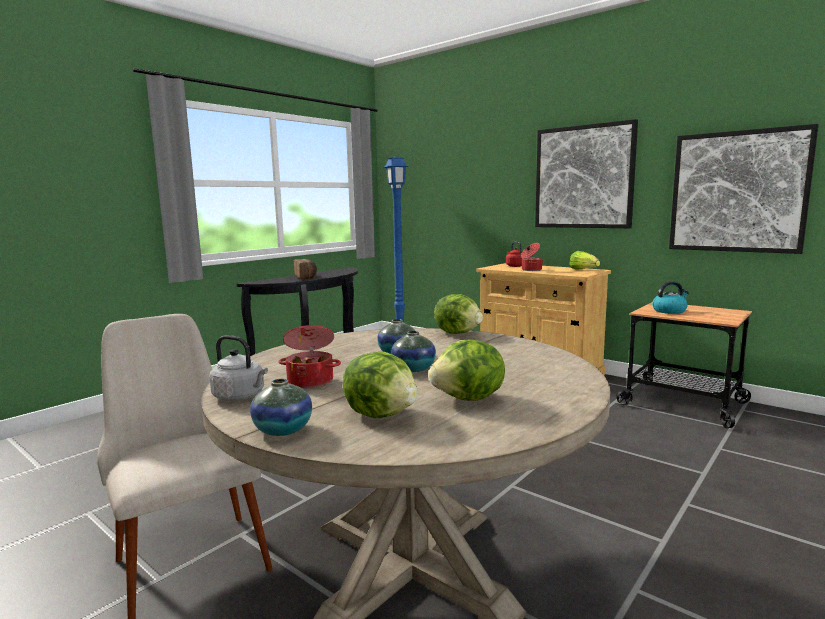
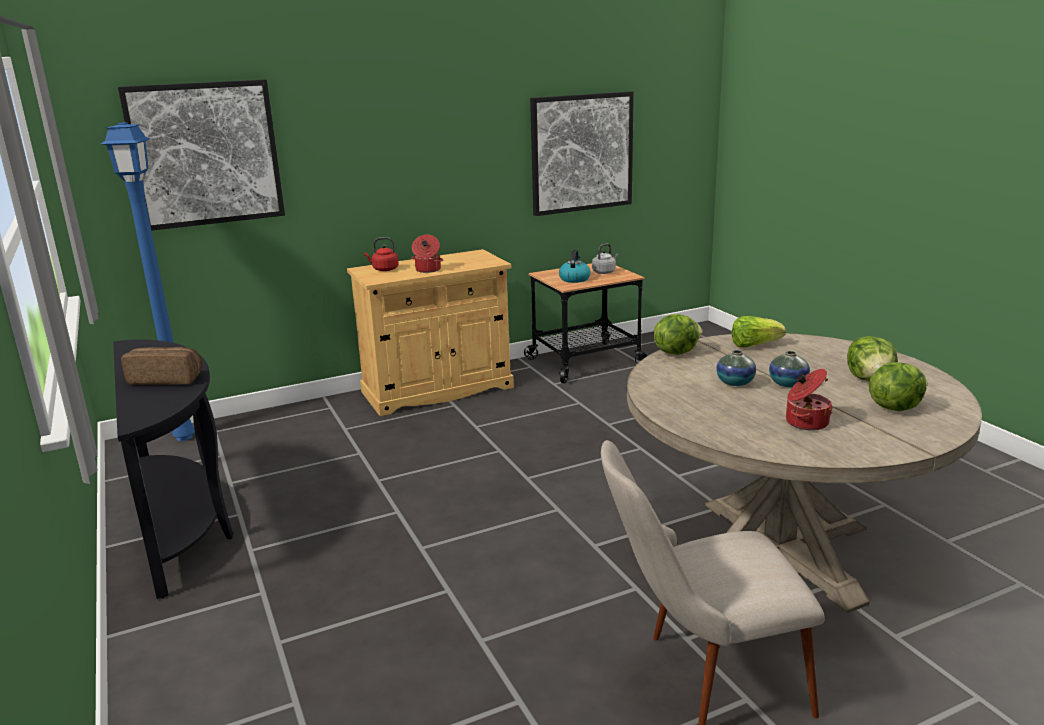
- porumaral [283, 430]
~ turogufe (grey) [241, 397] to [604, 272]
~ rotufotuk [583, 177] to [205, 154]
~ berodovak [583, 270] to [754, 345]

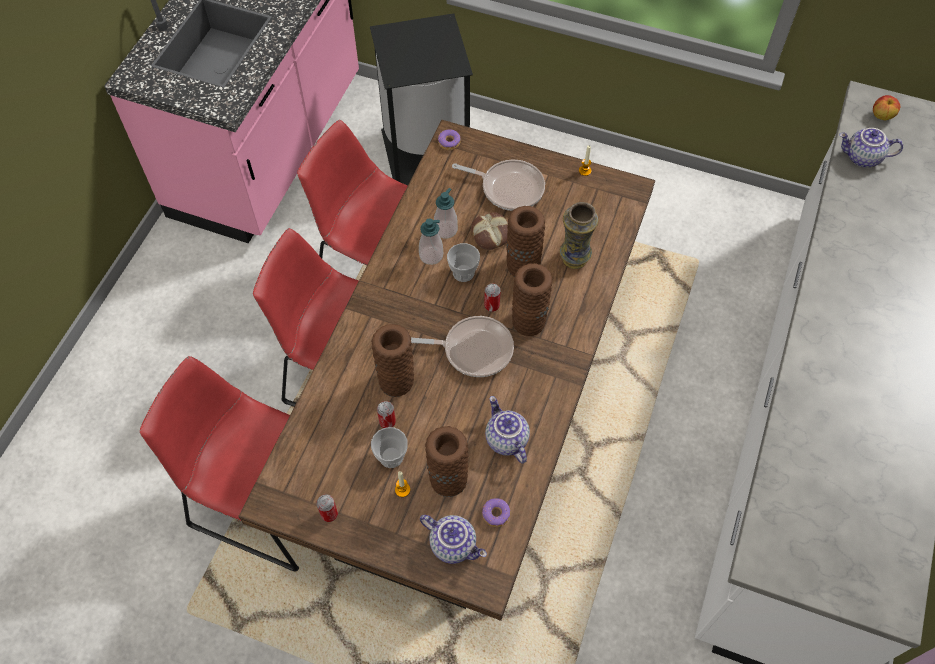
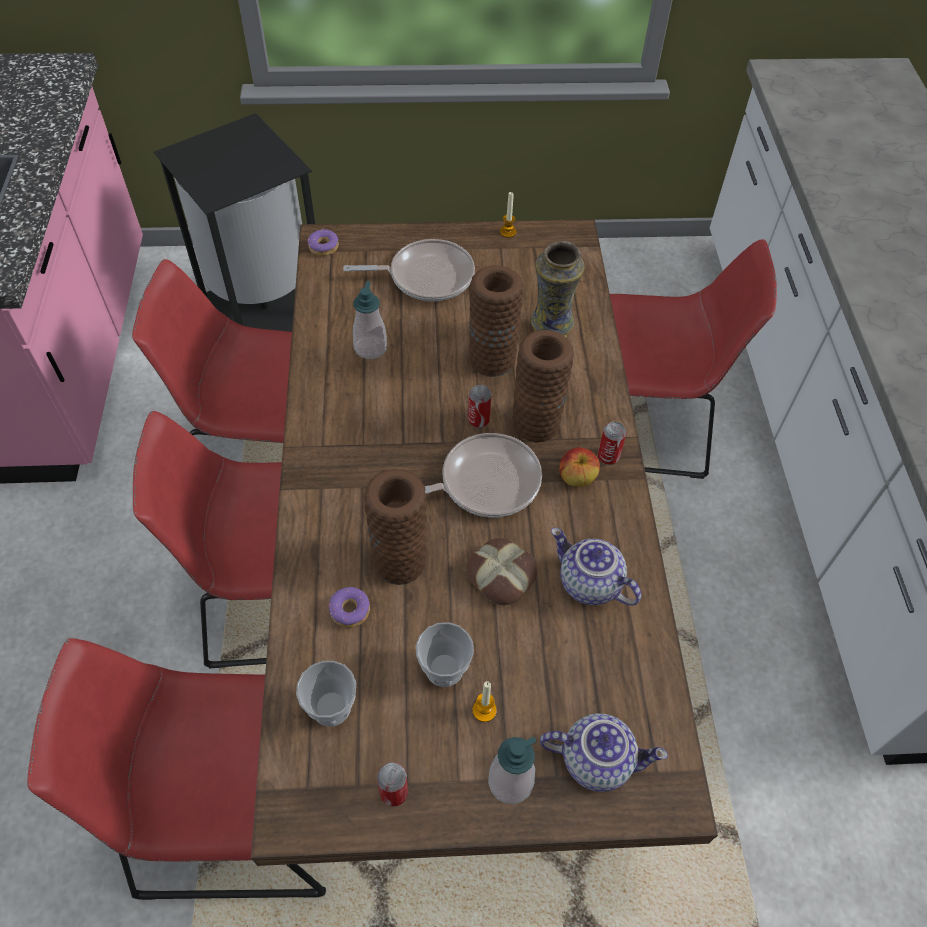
- porumaral (brown) [448, 479]
- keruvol [862, 158]
+ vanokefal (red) [643, 424]
~ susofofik [387, 422] to [608, 457]
~ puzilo [431, 255] to [510, 782]
~ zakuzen [463, 272] to [331, 707]
~ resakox [491, 234] to [502, 575]
~ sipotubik [496, 514] to [350, 611]
~ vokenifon [881, 116] to [576, 478]

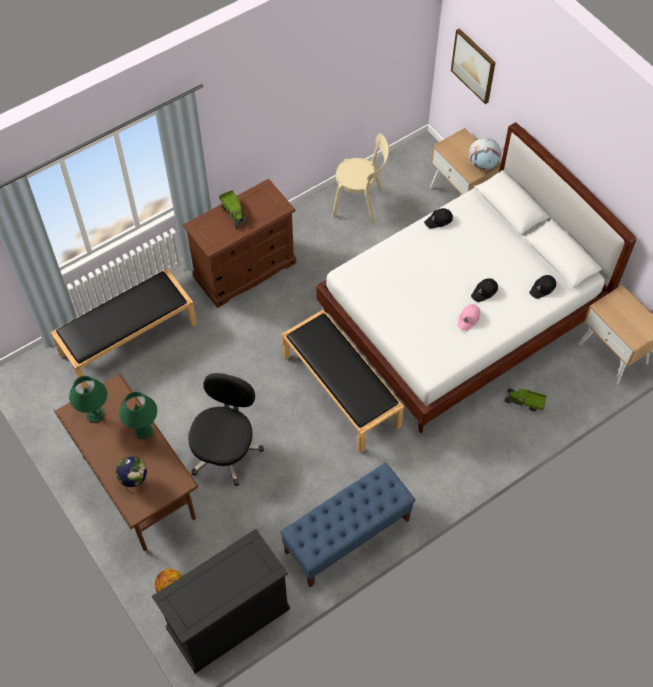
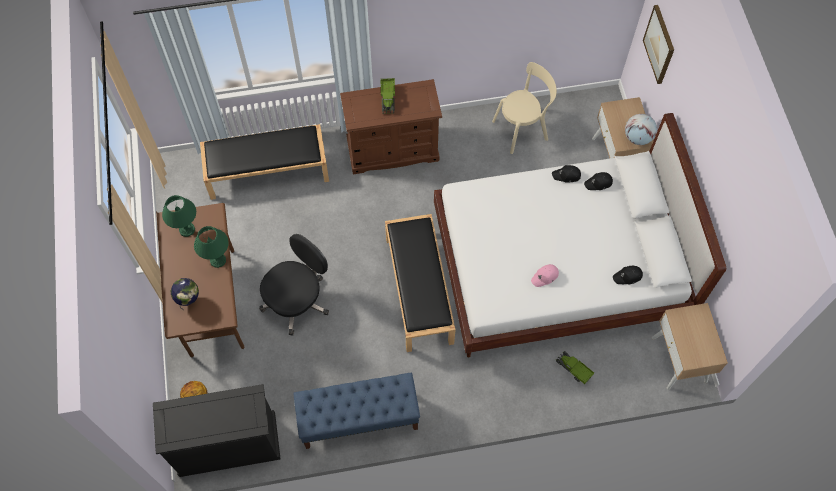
~ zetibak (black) [484, 292] to [598, 183]
~ vanokefal (beige) [360, 203] = [522, 129] 60 degrees counterclockwise

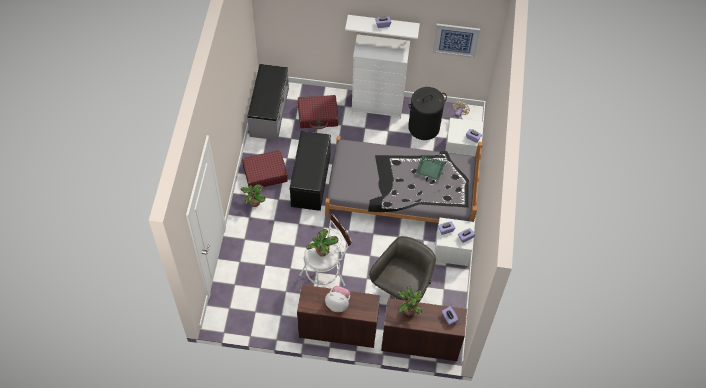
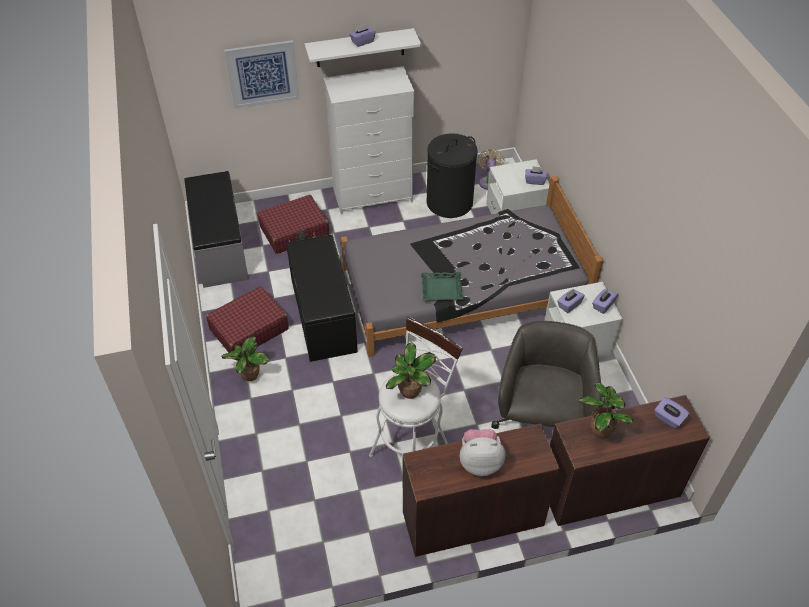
~ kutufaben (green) [430, 169] to [441, 289]
~ rotufotuk [456, 40] to [262, 74]

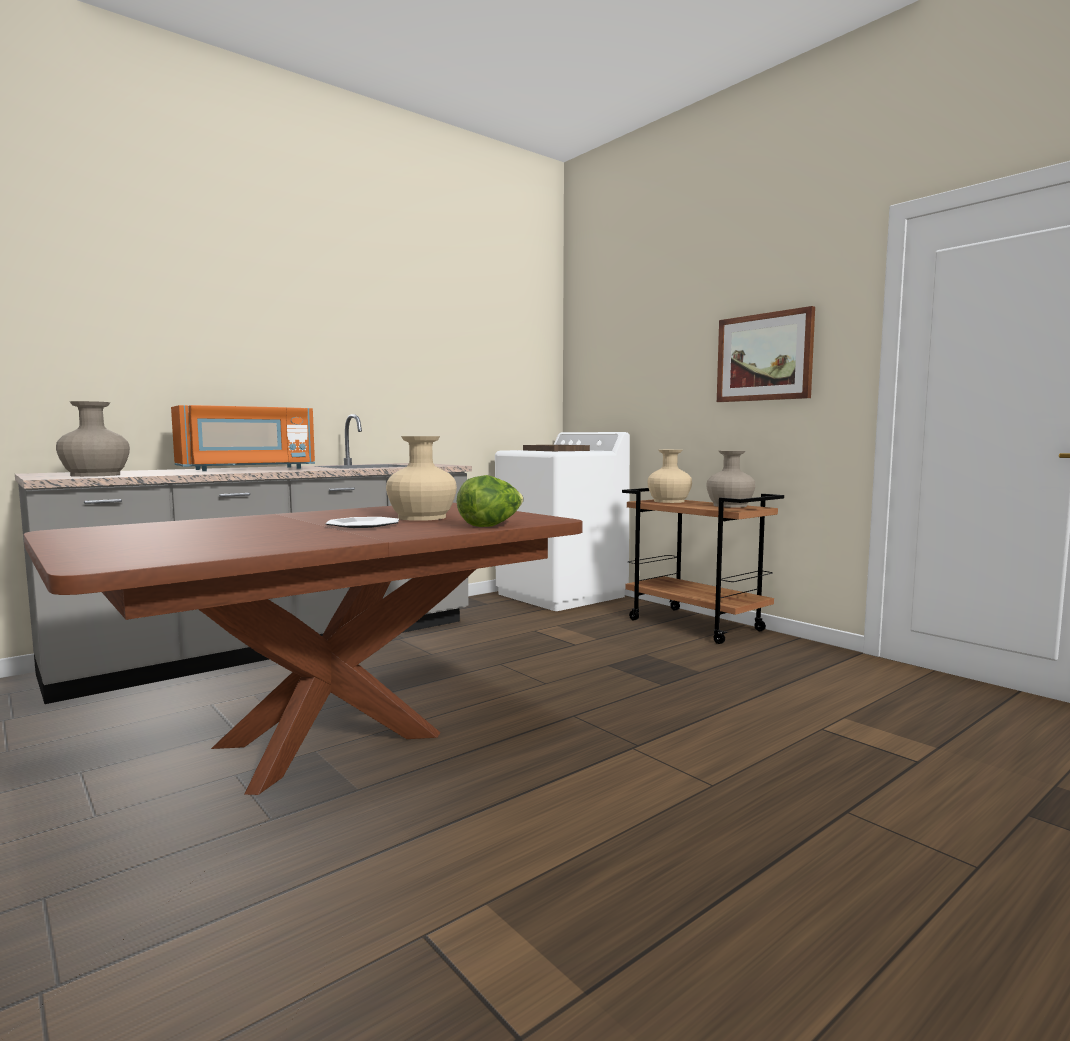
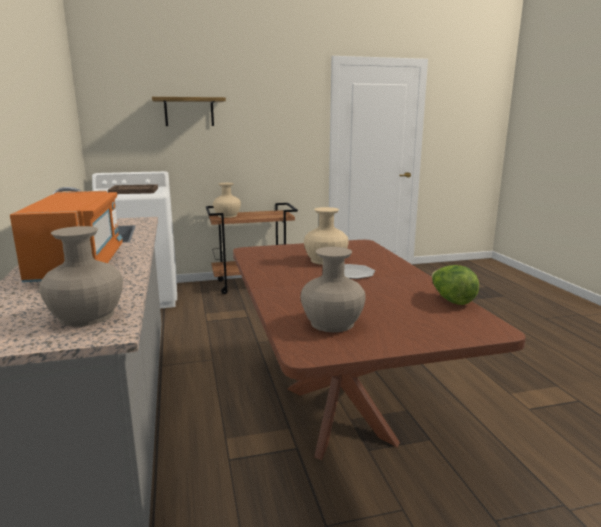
- rotufotuk [764, 357]
+ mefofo [189, 112]
~ berodovak [491, 526] to [451, 300]
~ porumaral (beige) [730, 505] to [332, 323]

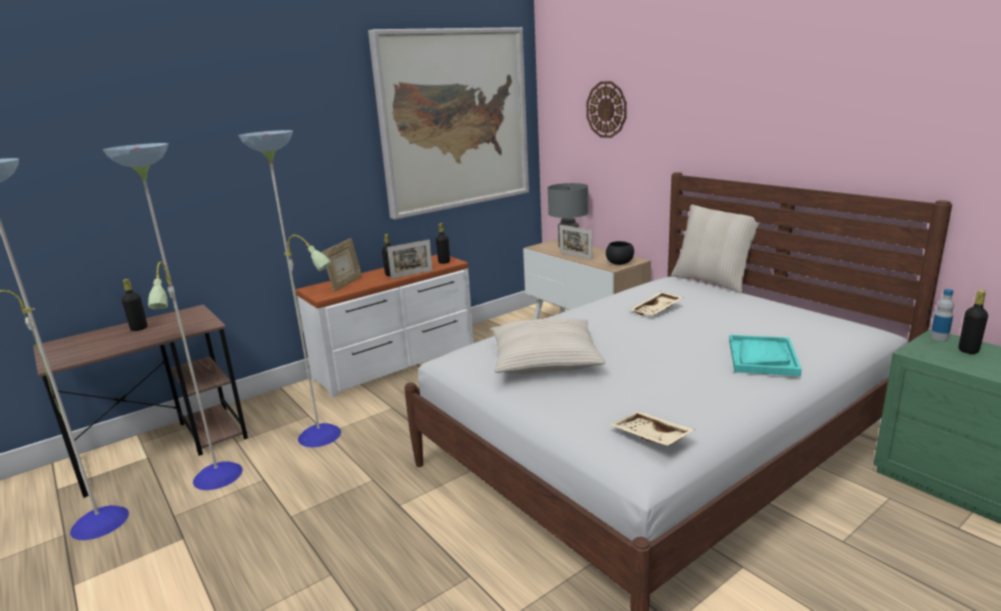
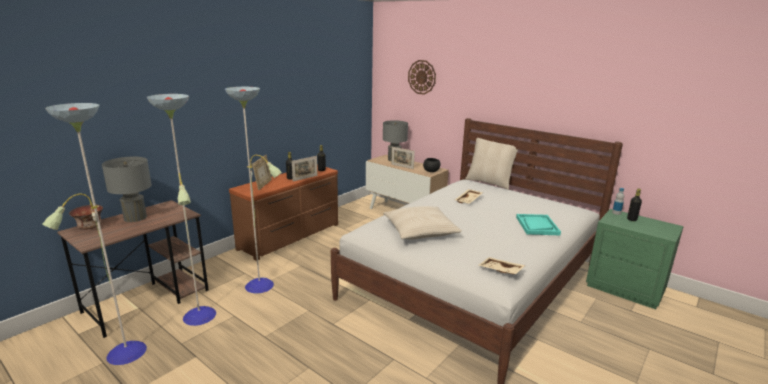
- rotufotuk [454, 120]
+ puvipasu [90, 227]
~ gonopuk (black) [139, 328] to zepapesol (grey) [135, 217]
~ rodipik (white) [397, 363] to rodipik (brown) [291, 236]

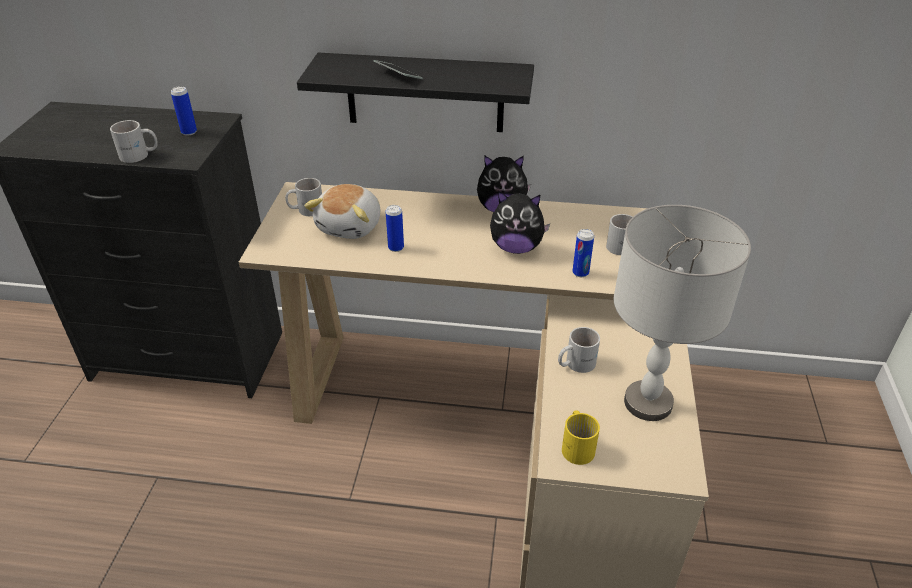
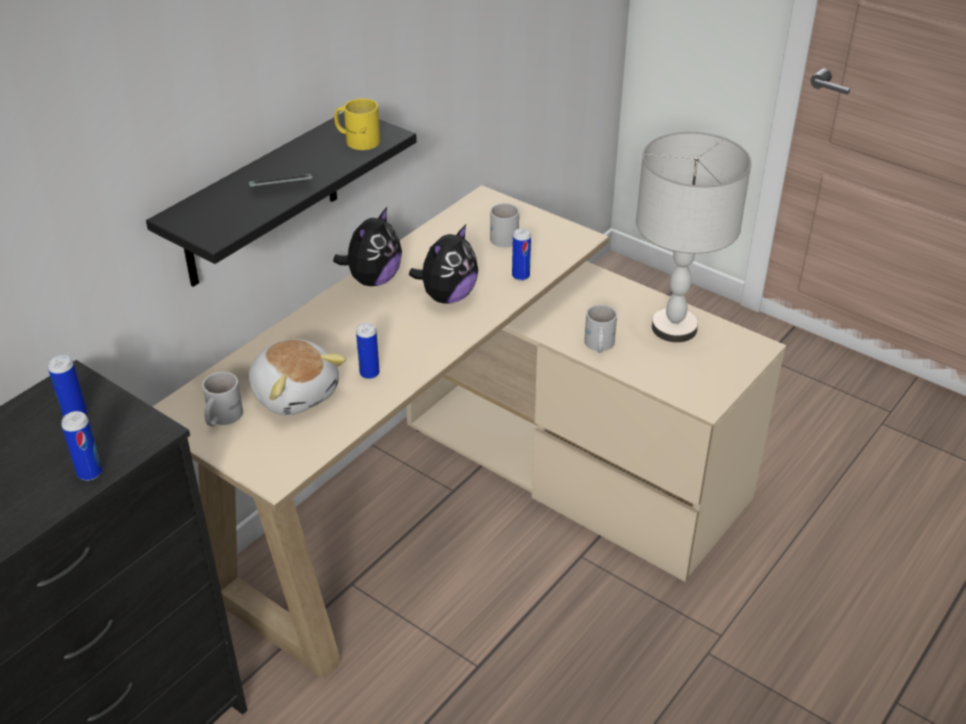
~ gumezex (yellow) [578, 445] to [358, 139]
~ gumezex (white) [139, 155] to susofofik [90, 473]

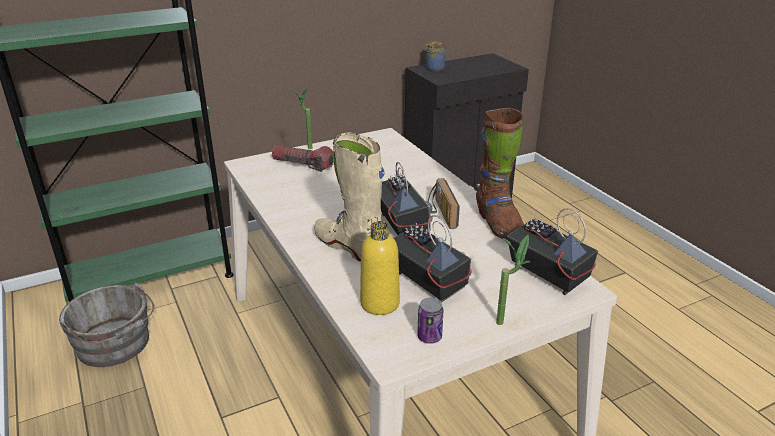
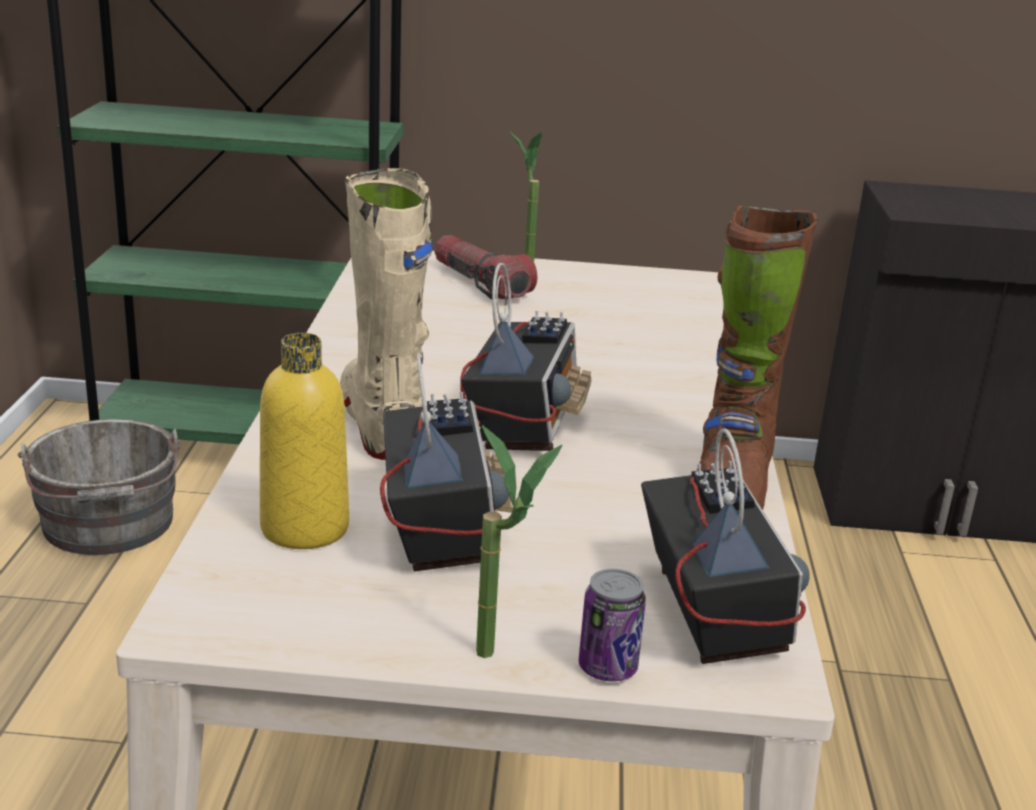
- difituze [434, 68]
- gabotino [440, 213]
~ susofofik [429, 337] to [607, 667]

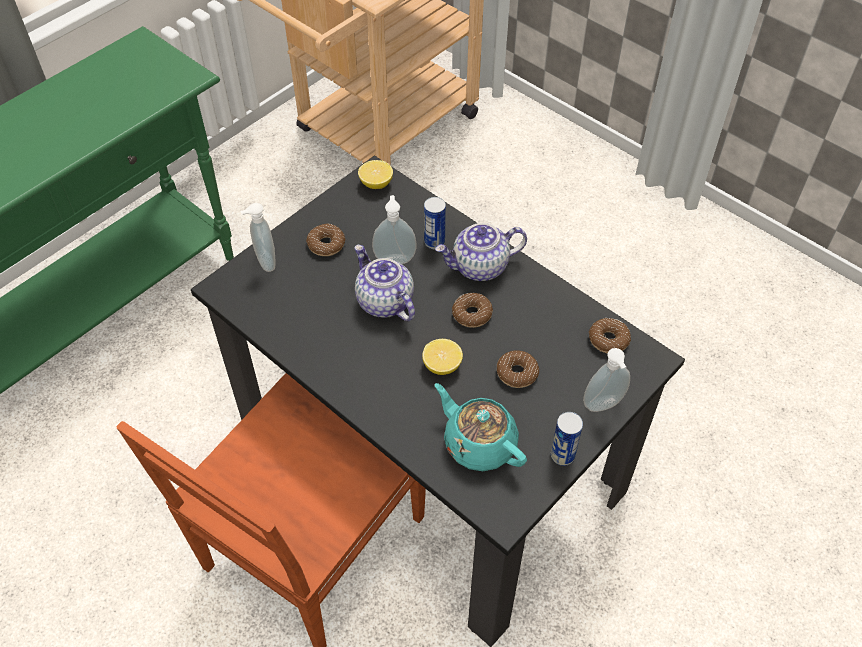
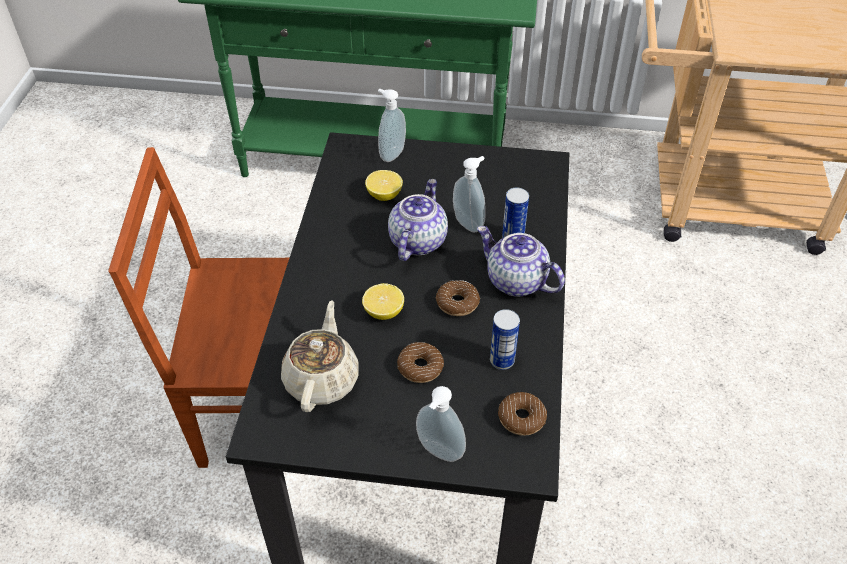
- sipotubik [326, 244]
~ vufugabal [376, 183] to [384, 195]
~ susofofik [562, 455] to [502, 360]
~ keruvol (turquoise) [479, 443] to keruvol (beige) [322, 378]

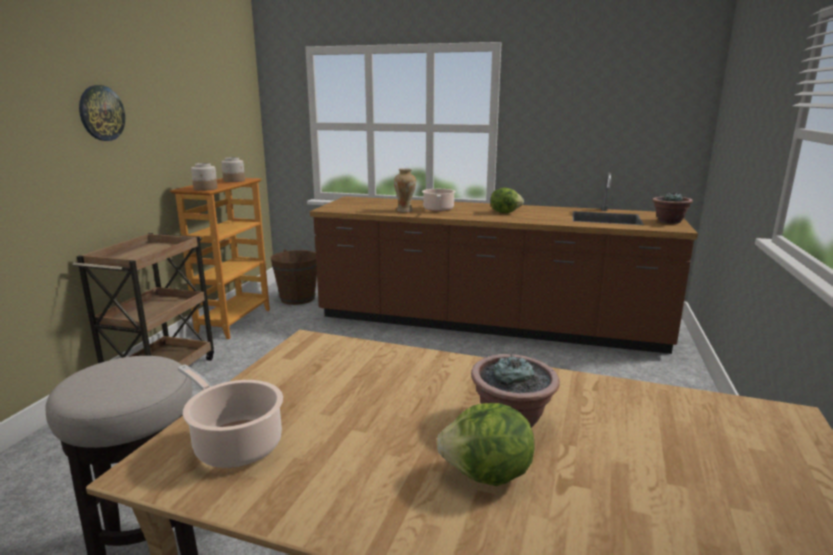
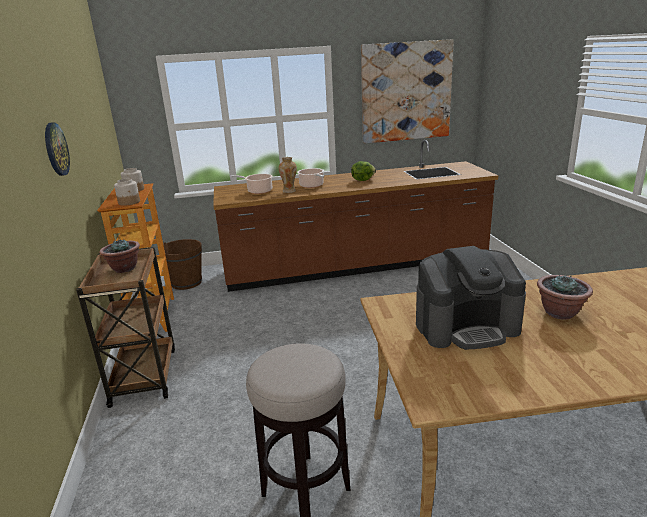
- berodovak [487, 475]
+ rotufotuk [406, 92]
+ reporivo [466, 326]
~ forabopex [235, 444] to [258, 191]
~ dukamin [669, 221] to [124, 268]

